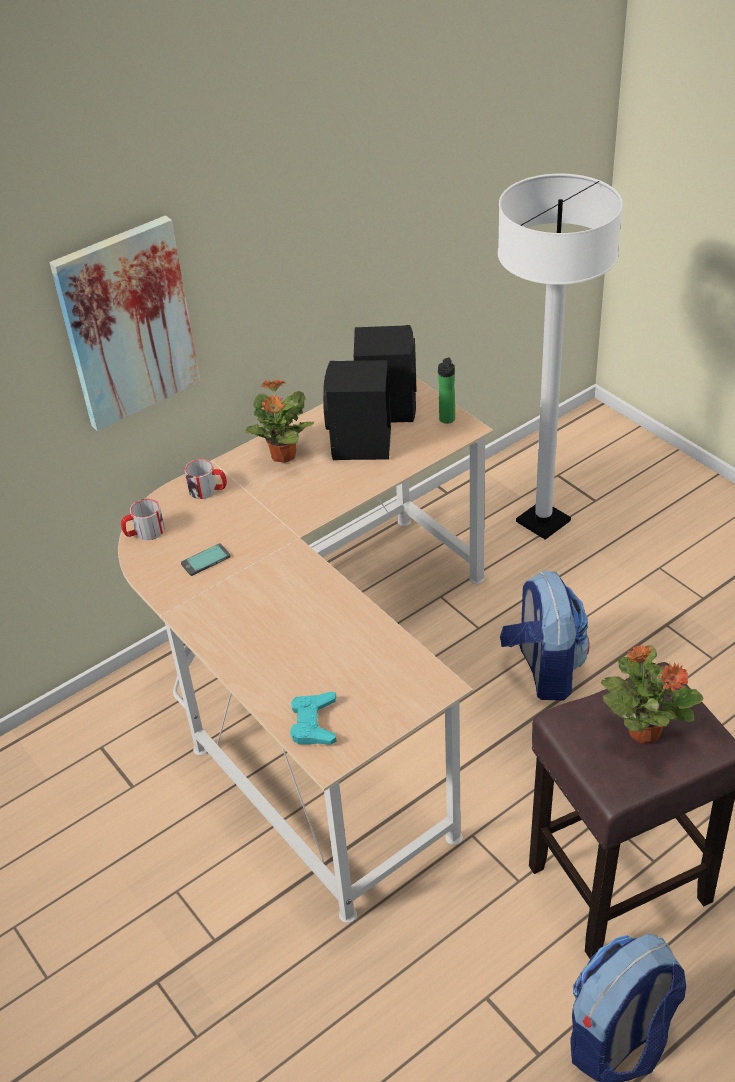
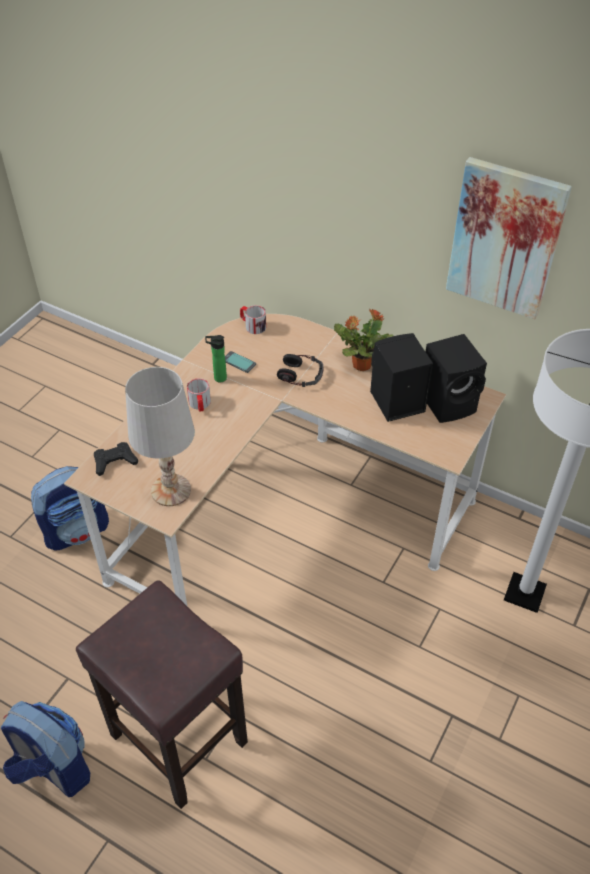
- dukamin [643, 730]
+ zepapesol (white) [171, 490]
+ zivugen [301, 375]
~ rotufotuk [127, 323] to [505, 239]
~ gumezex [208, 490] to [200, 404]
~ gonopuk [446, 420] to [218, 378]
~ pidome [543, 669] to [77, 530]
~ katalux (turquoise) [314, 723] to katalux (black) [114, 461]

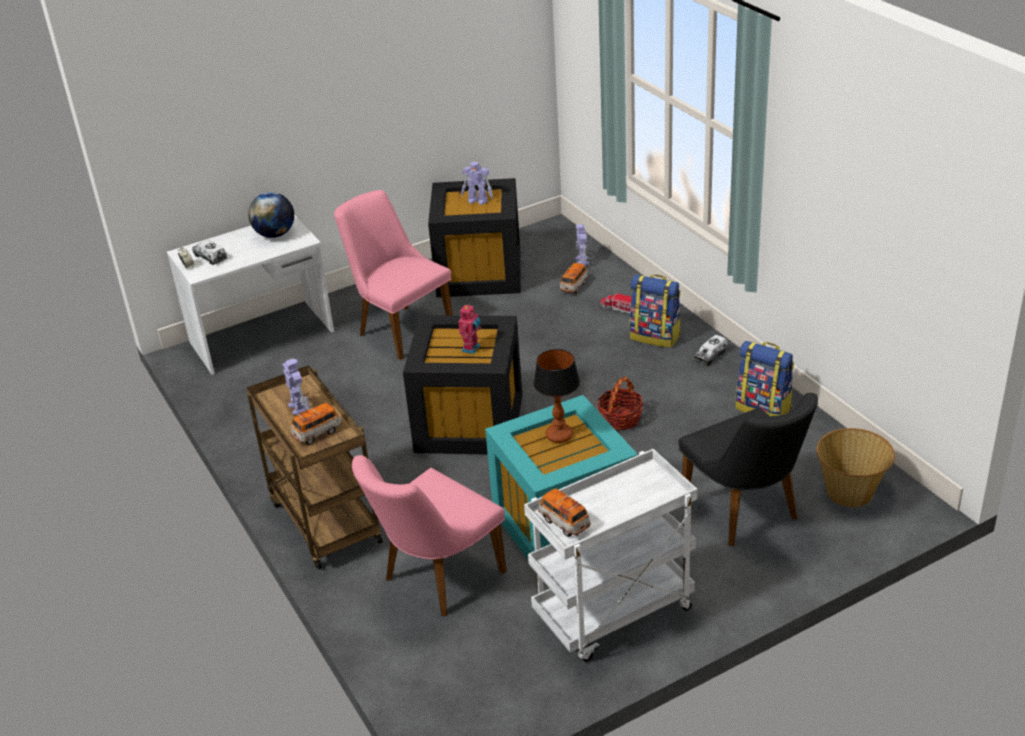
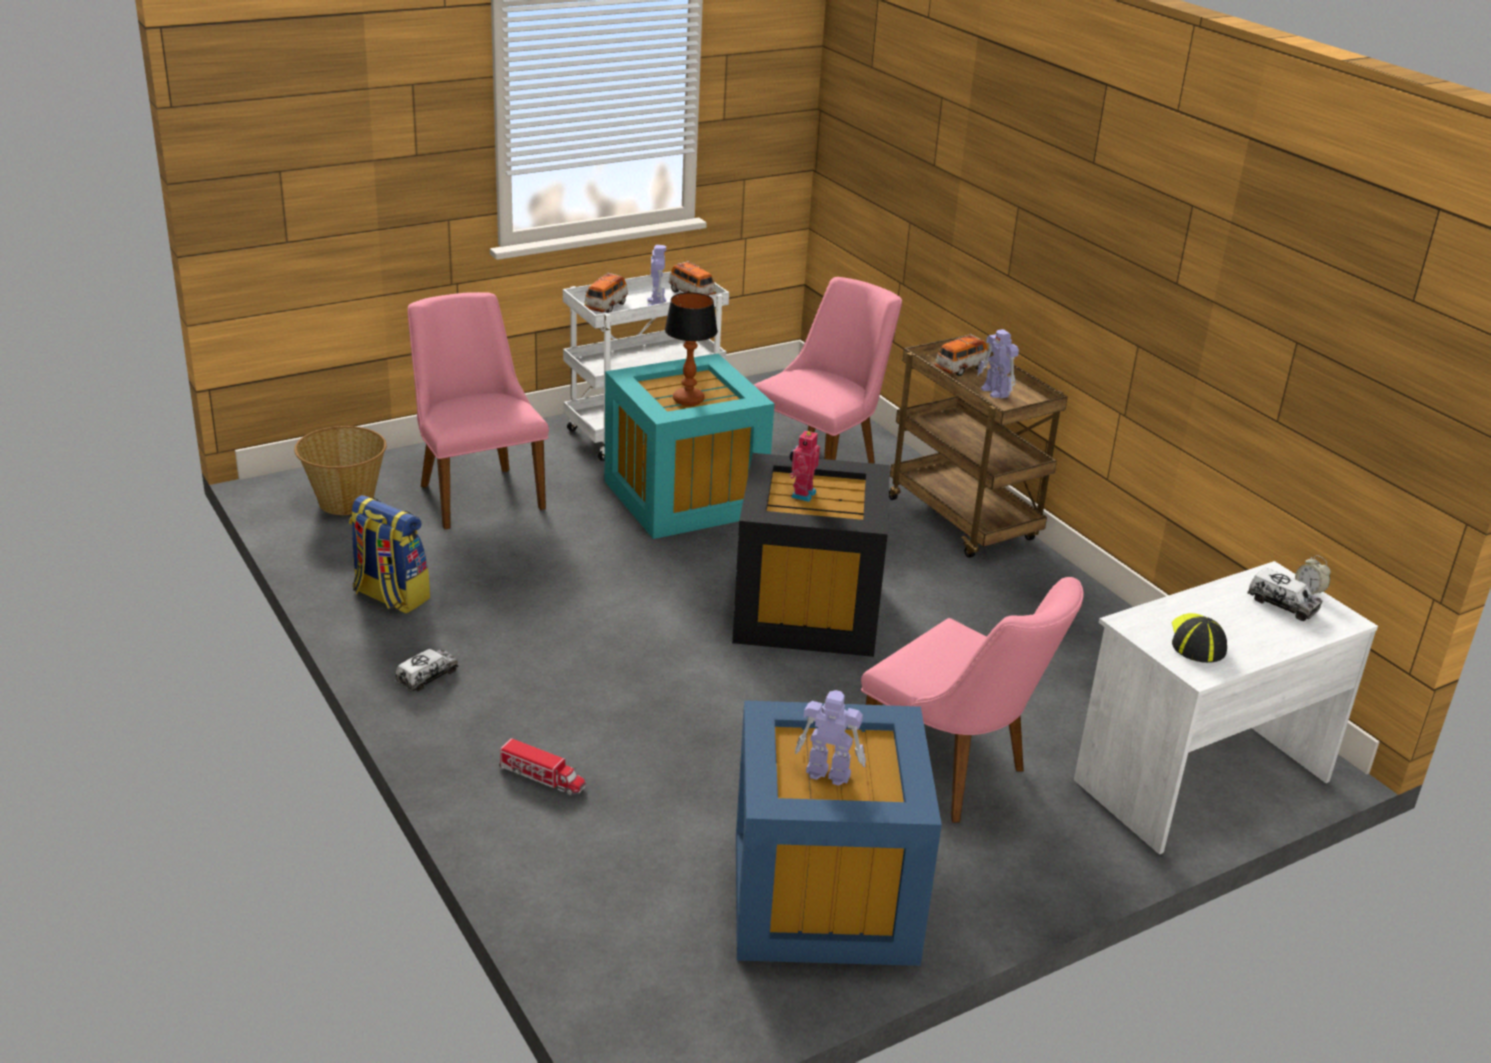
- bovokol [620, 419]
- pidome [655, 336]
~ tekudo [574, 286] to [606, 307]
~ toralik [582, 261] to [656, 303]
~ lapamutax [275, 234] to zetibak [1196, 641]
~ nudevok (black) [480, 272] to nudevok (blue) [821, 899]
~ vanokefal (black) [747, 515] to vanokefal (pink) [476, 491]

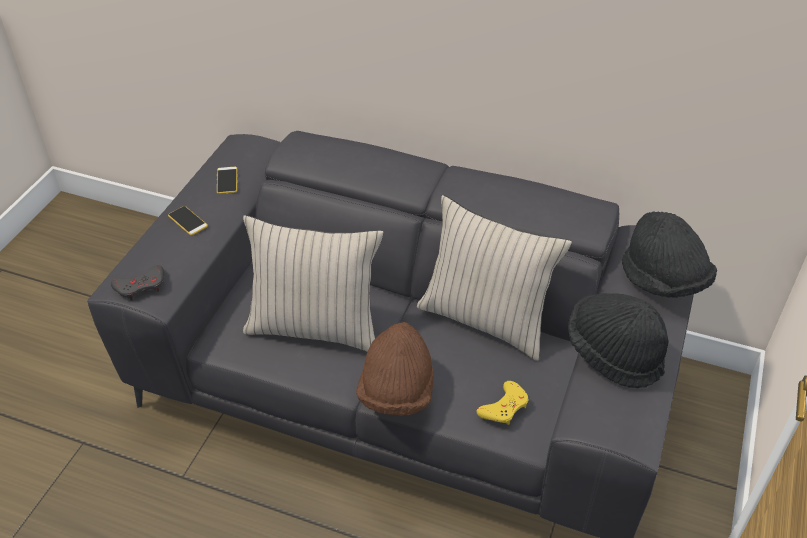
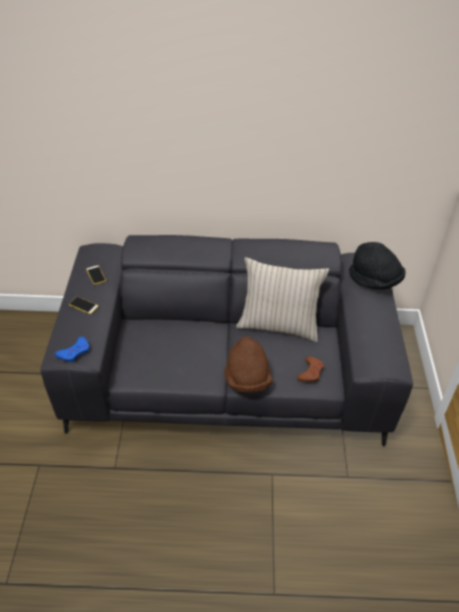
- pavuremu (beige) [315, 327]
- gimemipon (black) [613, 353]
~ katalux (grey) [141, 286] to katalux (blue) [74, 352]
~ katalux (yellow) [504, 407] to katalux (brown) [310, 372]

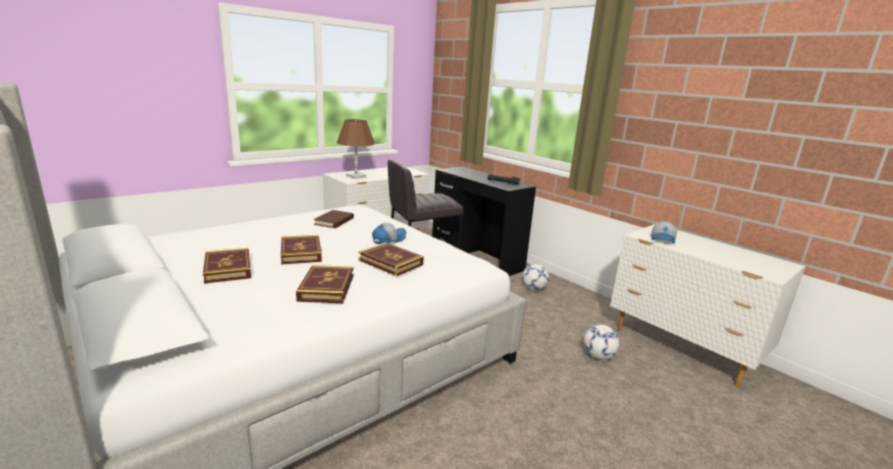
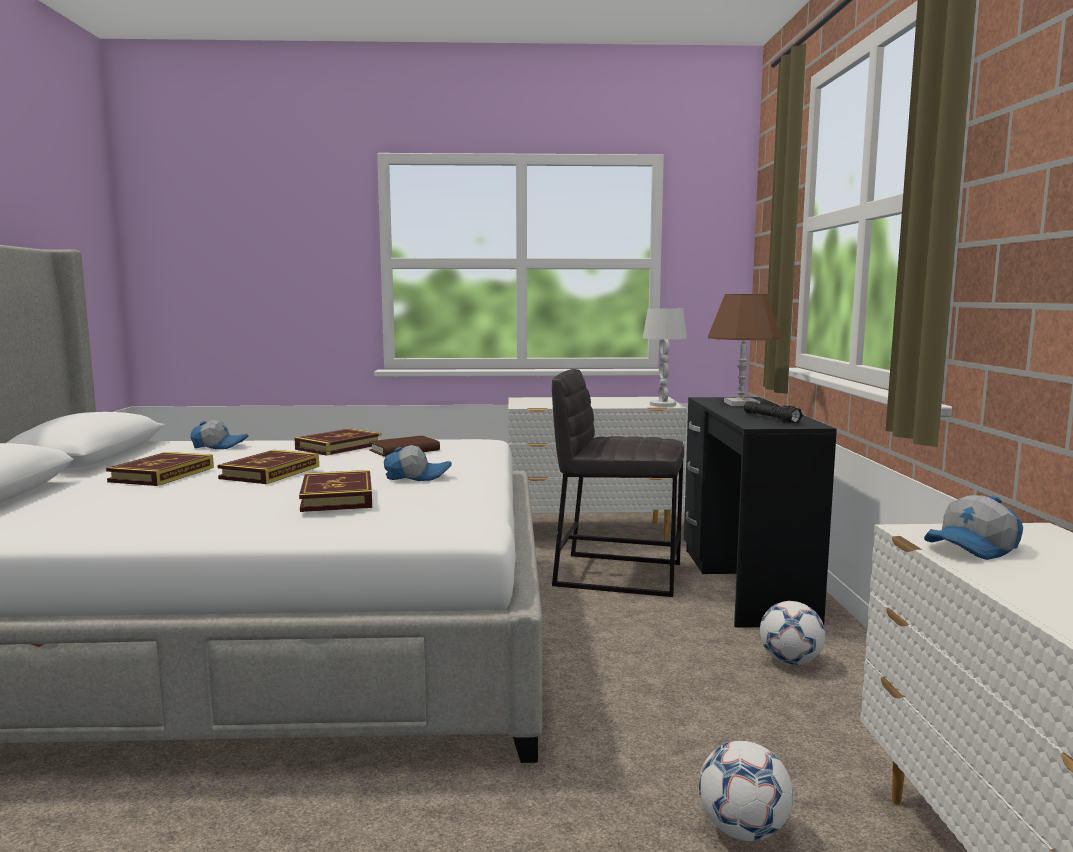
+ zetibak [220, 446]
+ zepapesol (white) [663, 405]
~ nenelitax [326, 287] to [339, 447]
~ zepapesol (brown) [356, 176] to [741, 403]

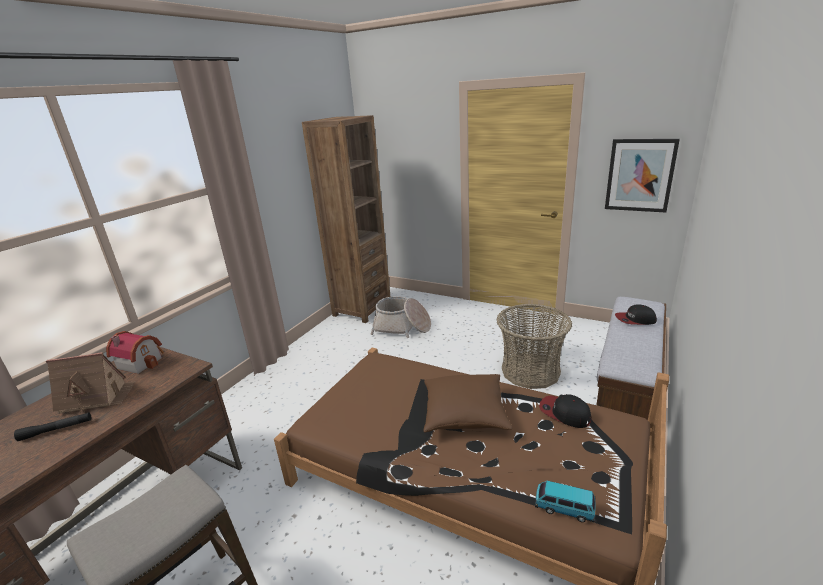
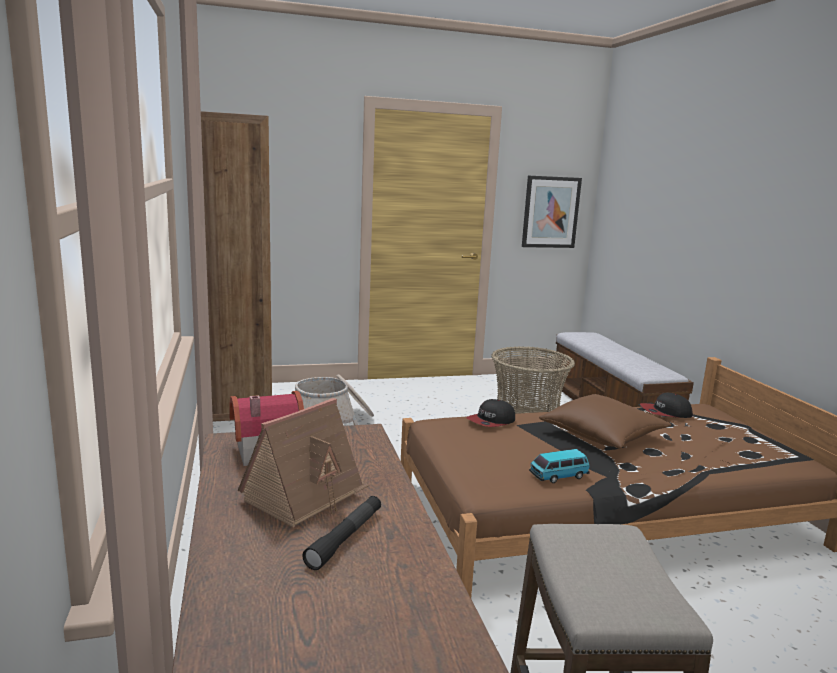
~ tekudo [564, 508] to [558, 476]
~ zetibak [635, 320] to [491, 421]

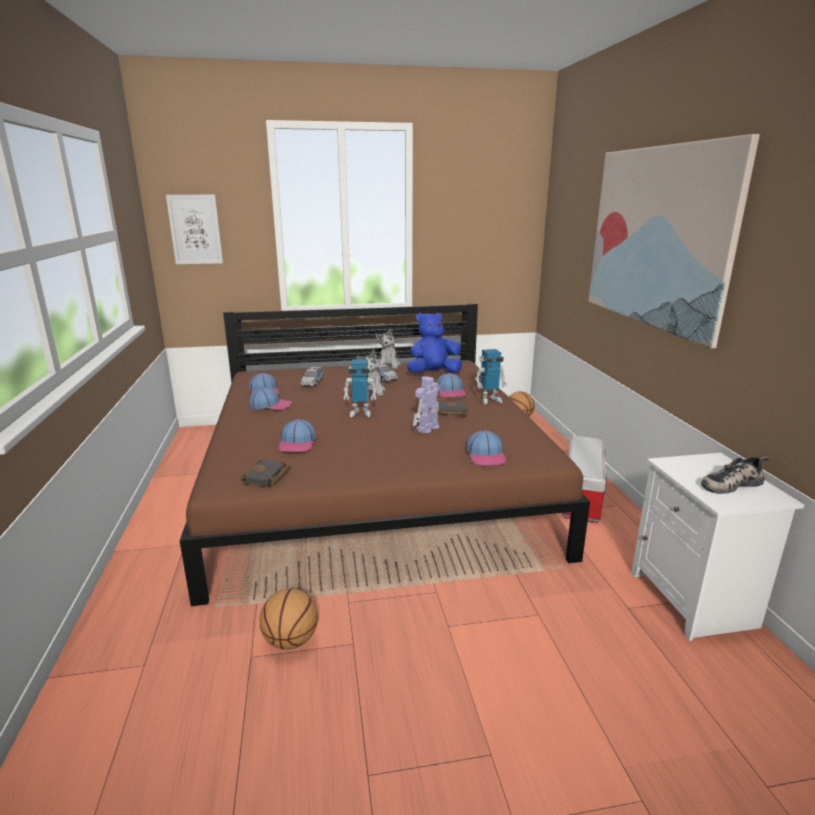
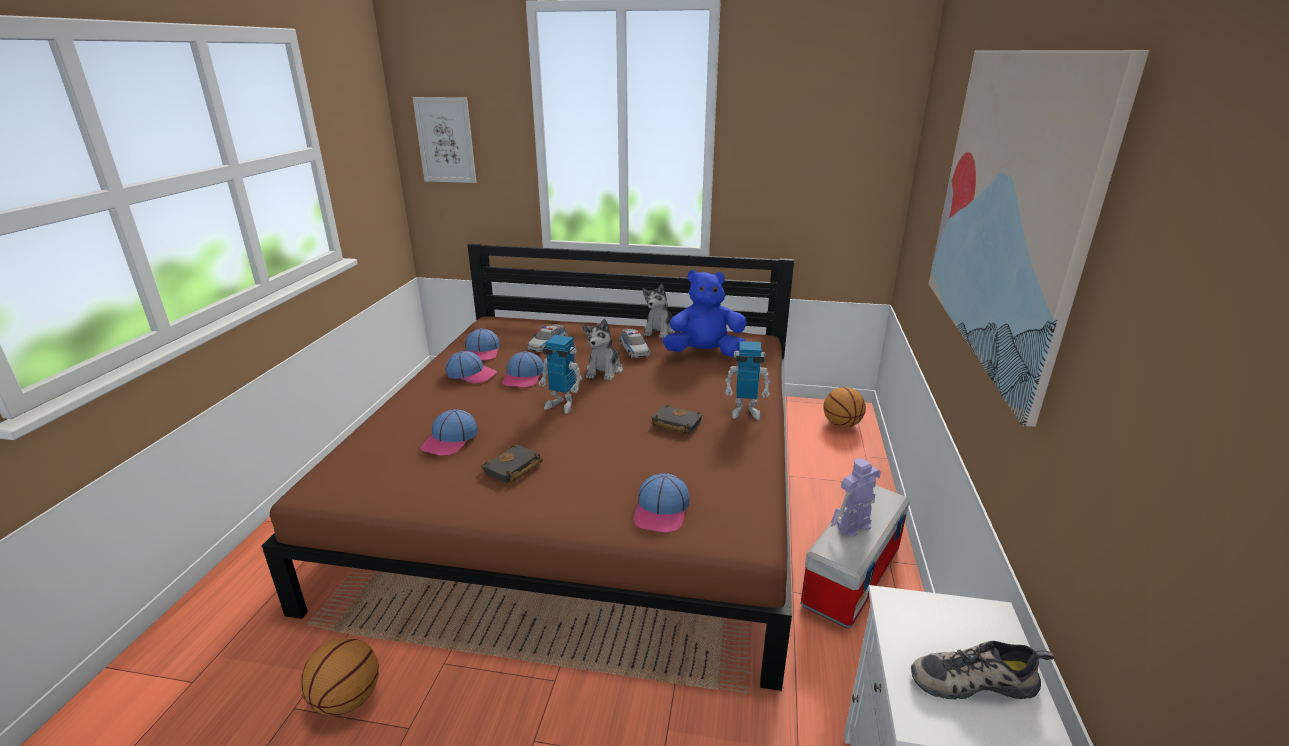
~ nenelitax (black) [267, 477] to [513, 469]
~ toralik [427, 428] to [852, 526]
~ zetibak [450, 392] to [523, 377]

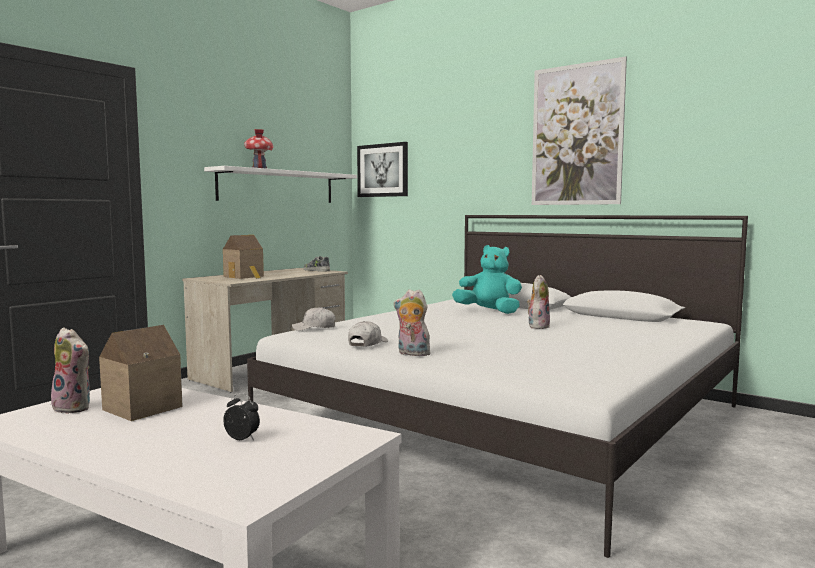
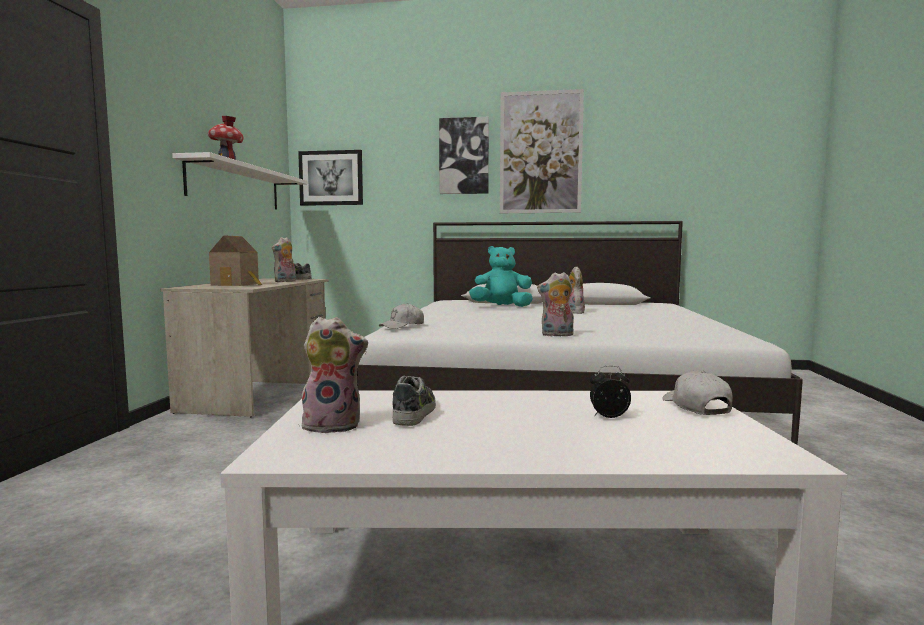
+ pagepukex [285, 281]
+ rotufotuk [464, 156]
~ zetibak (white) [367, 344] to [696, 407]
~ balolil [140, 408] to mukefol [415, 412]

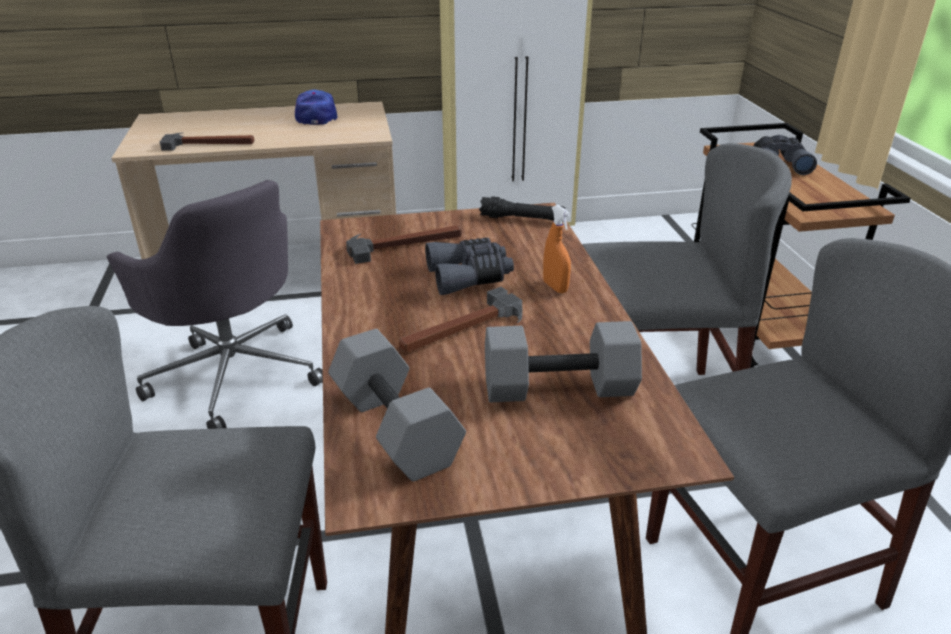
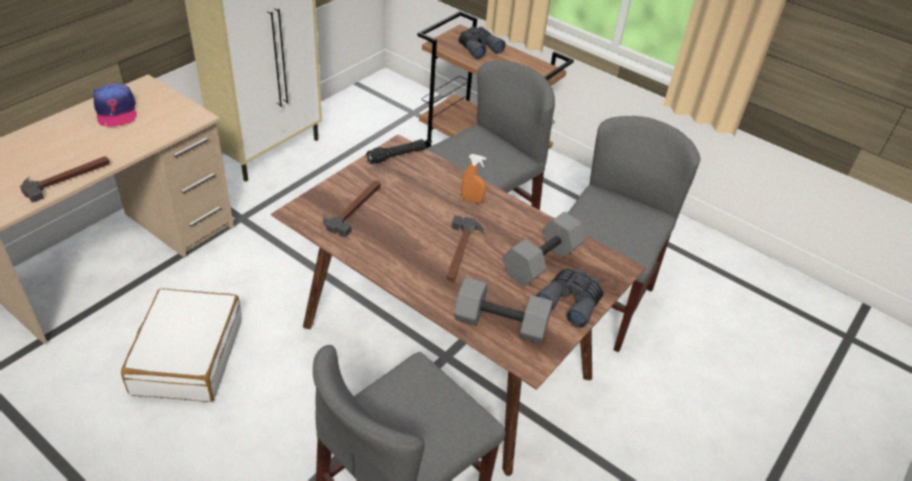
~ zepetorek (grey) [469, 276] to [571, 301]
~ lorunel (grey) [234, 373] to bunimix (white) [187, 356]
~ zetibak [316, 116] = [116, 111] 150 degrees counterclockwise

